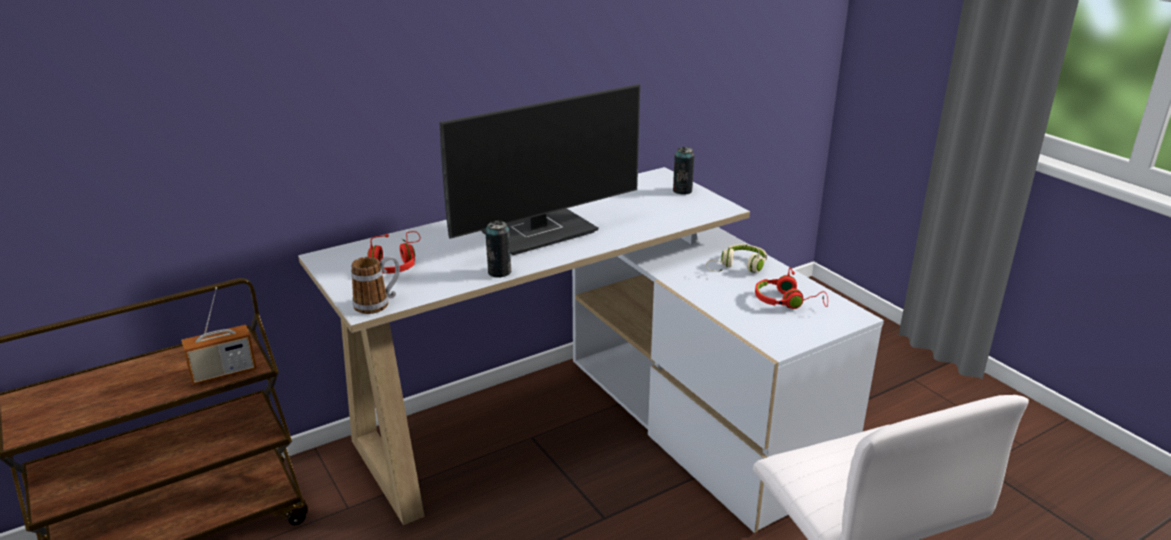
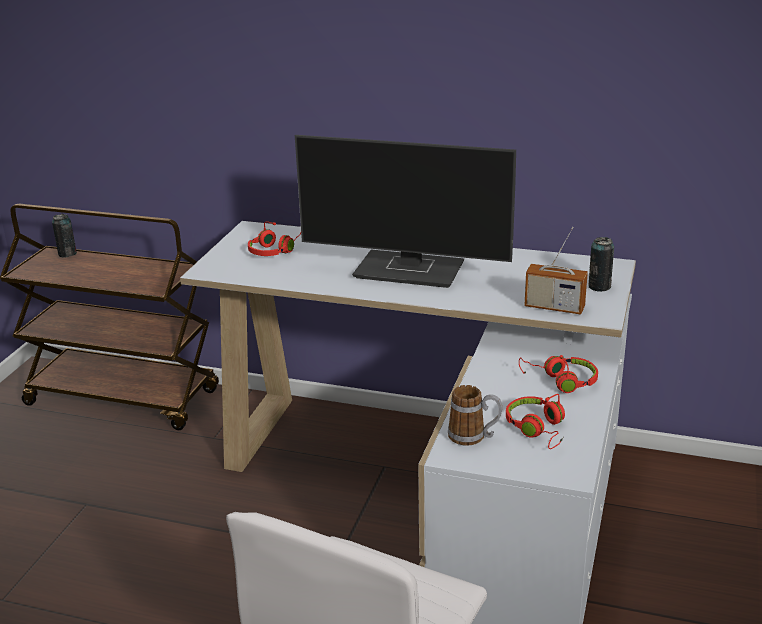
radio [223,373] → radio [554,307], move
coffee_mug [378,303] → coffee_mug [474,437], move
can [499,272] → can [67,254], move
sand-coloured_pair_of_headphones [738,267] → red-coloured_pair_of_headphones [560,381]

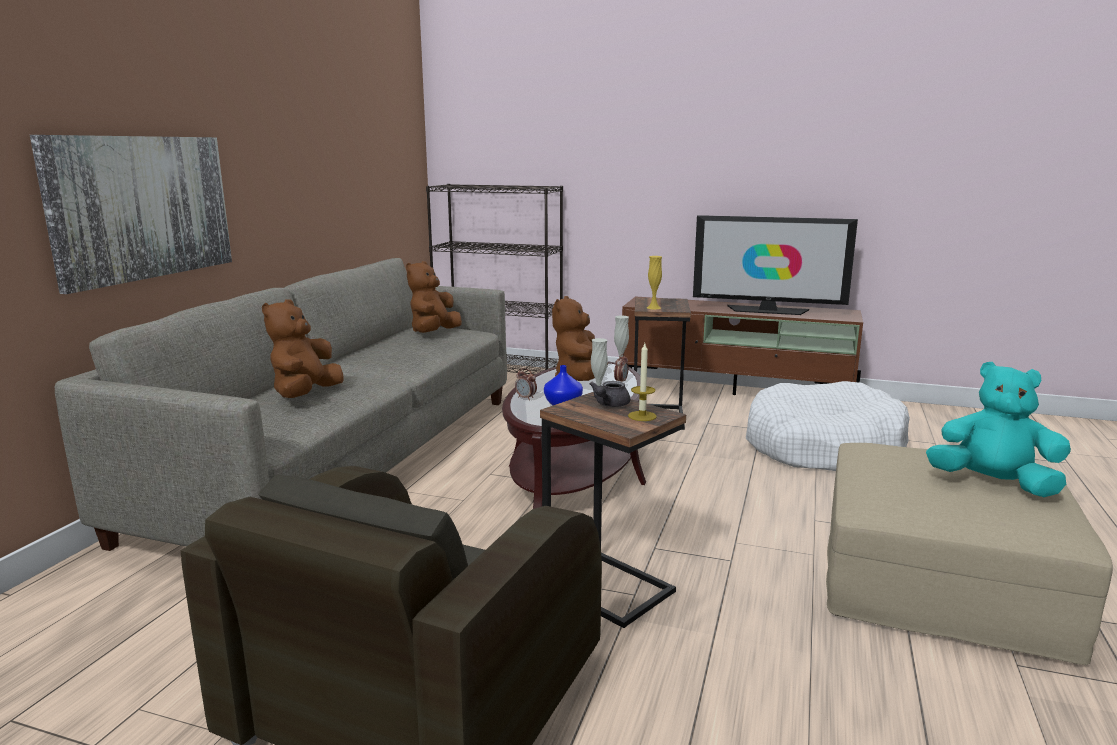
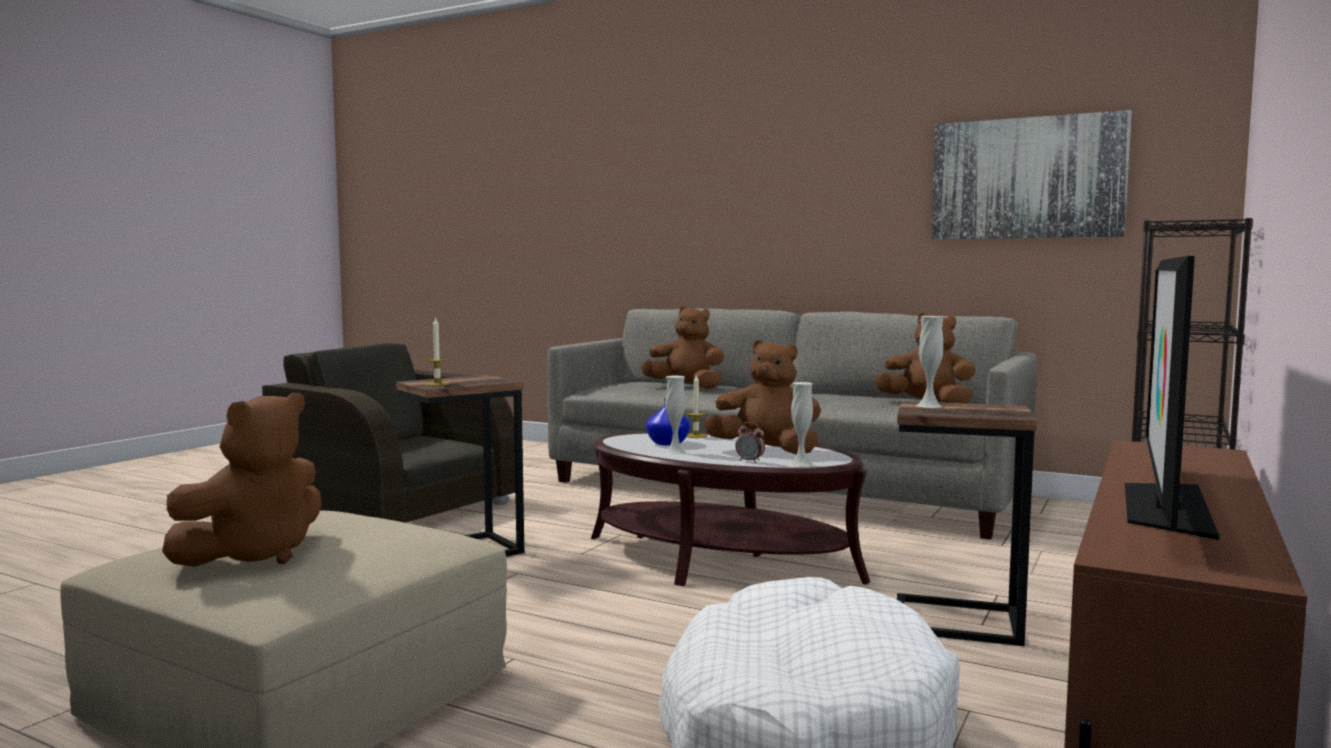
greyish_pot_for_tea [609,405] → -
wall_picture [142,207] → wall_picture [1026,178], move
alarm_clock [526,398] → wax_light [696,436]
yellow_vase [653,307] → whitish_vase [929,405]
blue-green_cuddly_toy [992,484] → brownish_cuddly_toy [255,555]

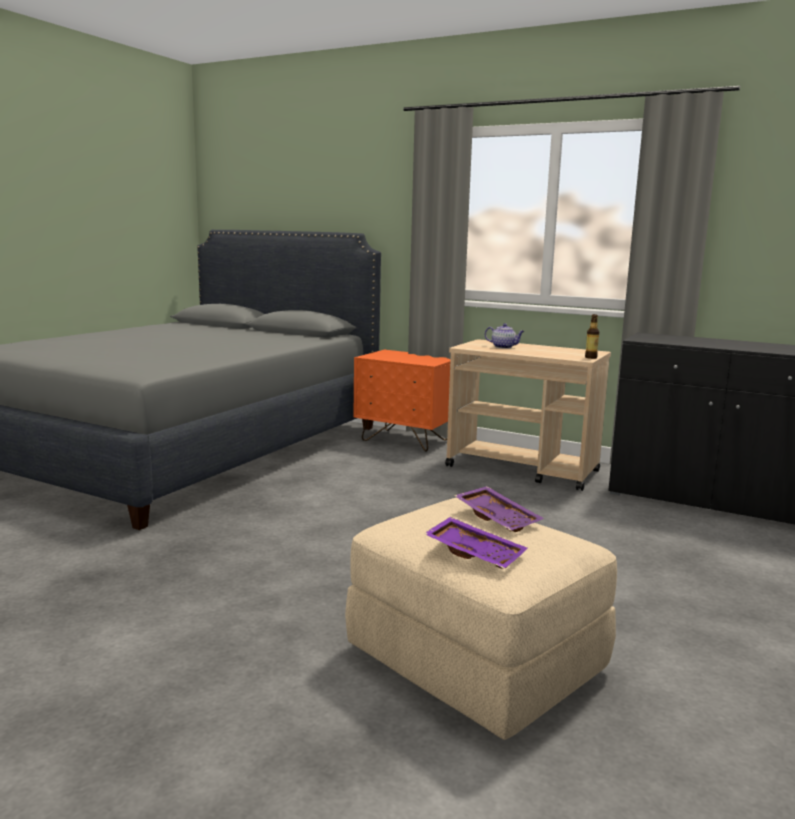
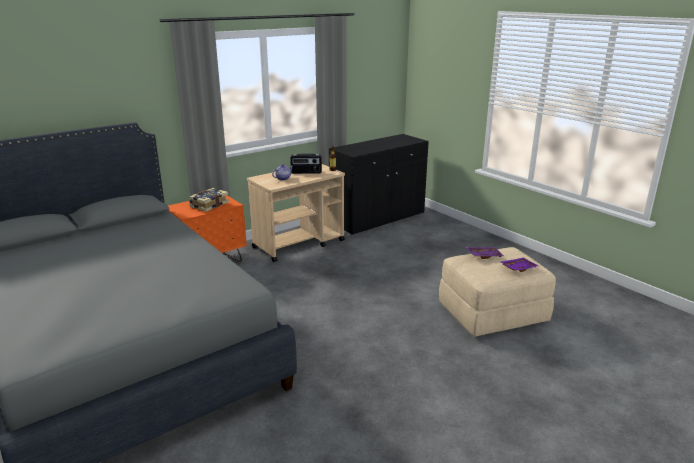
- → bound_book [209,205]
- → radio [306,172]

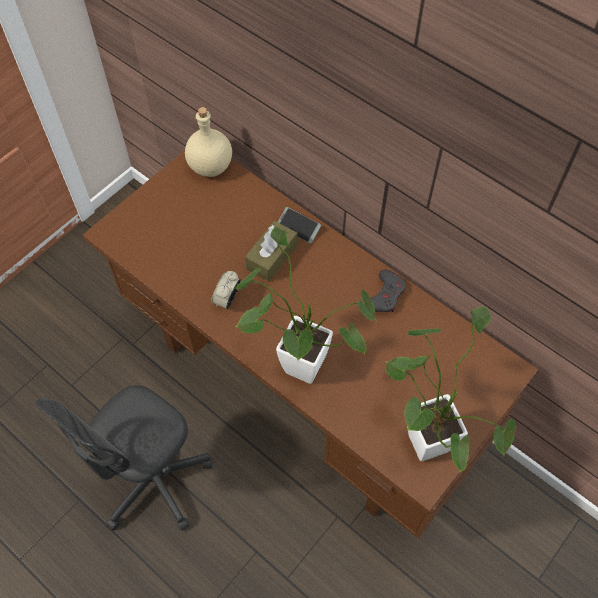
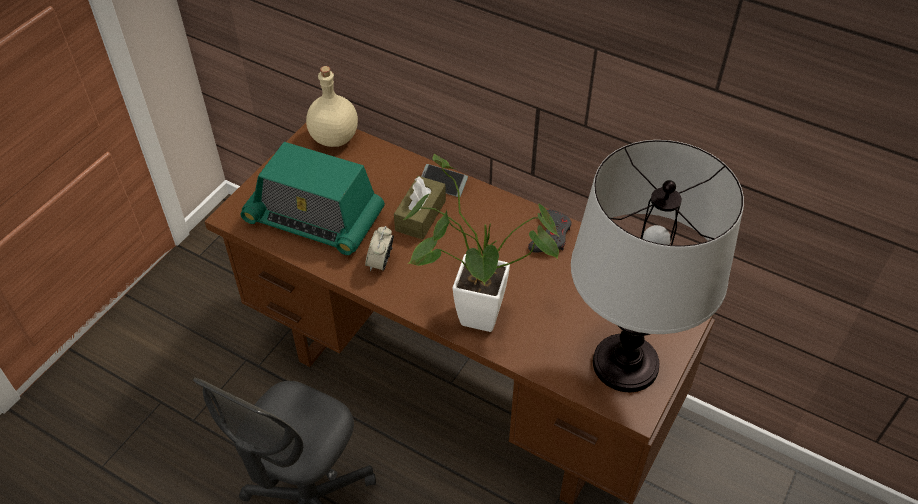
- → radio [315,218]
potted_plant [424,434] → lamp_for_a_table [625,363]

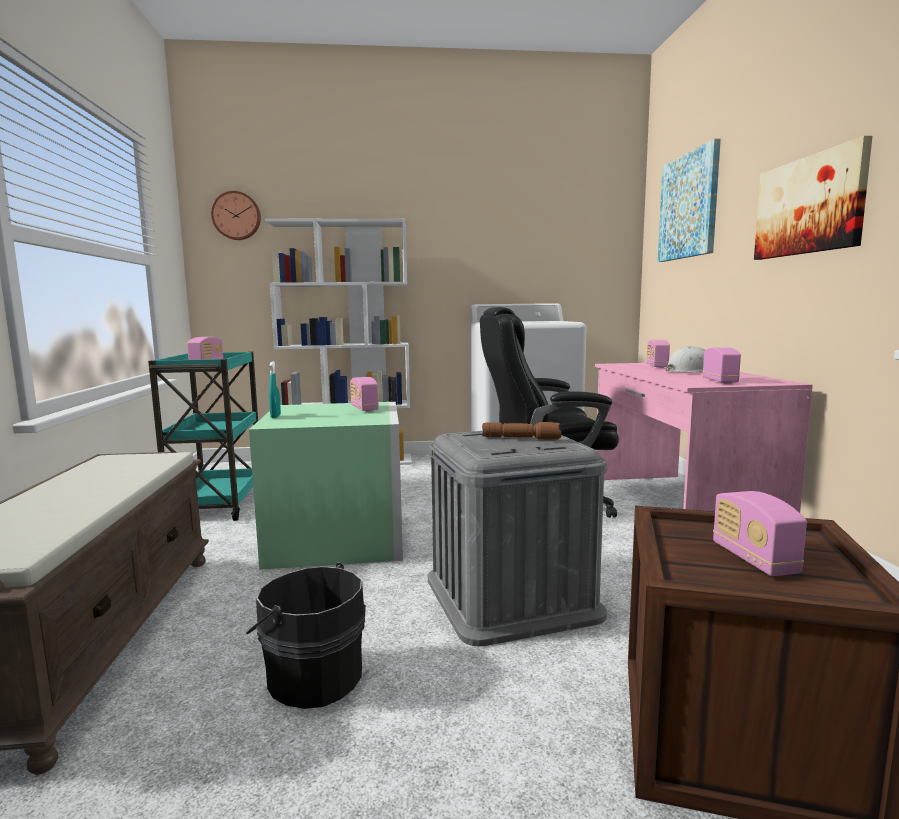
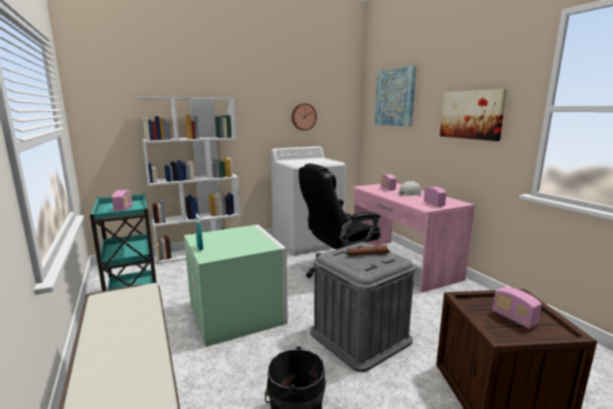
radio [364,408] → -
wall_clock [236,216] → wall_clock [303,117], move

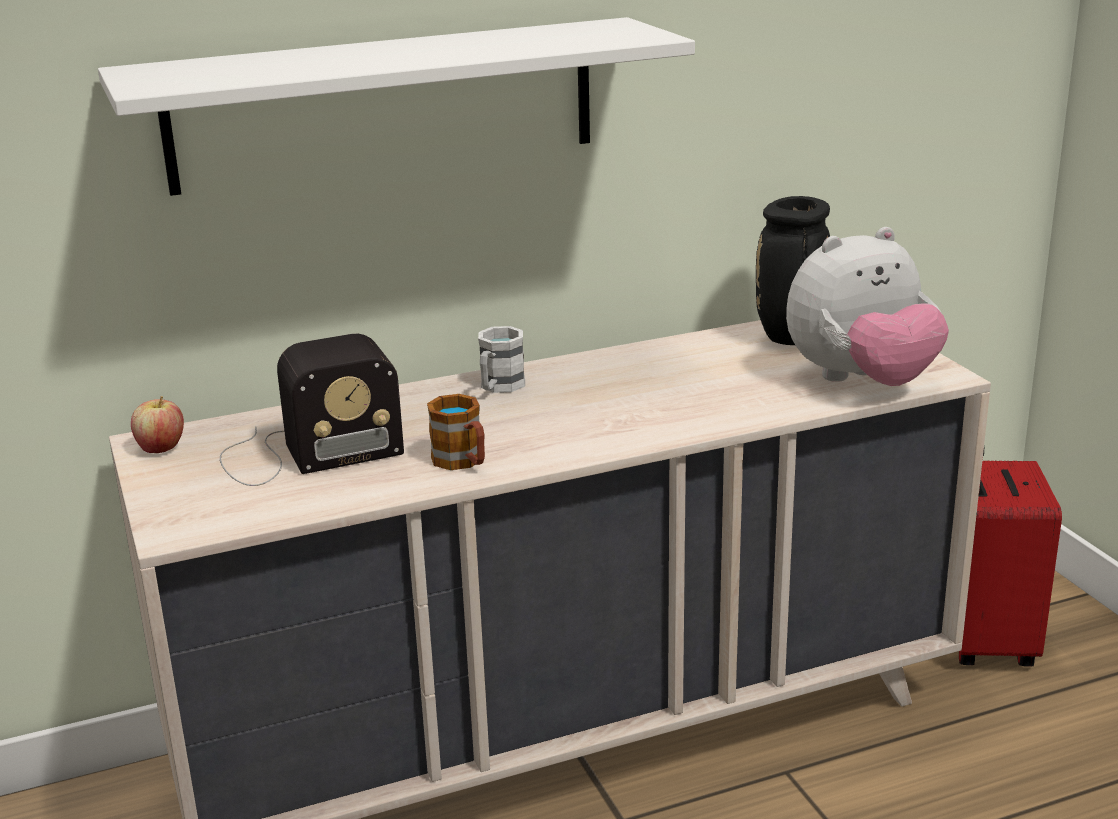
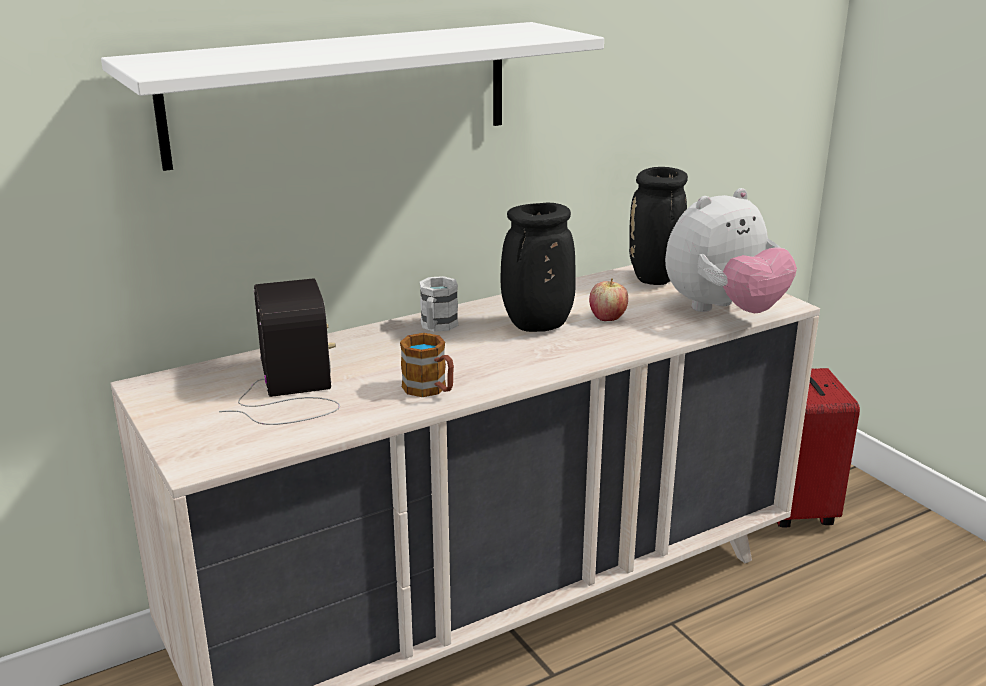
- → black-coloured_vase [536,326]
apple_fruit [161,448] → apple_fruit [607,318], move
radio [304,454] → radio [291,389], 75 degrees counterclockwise

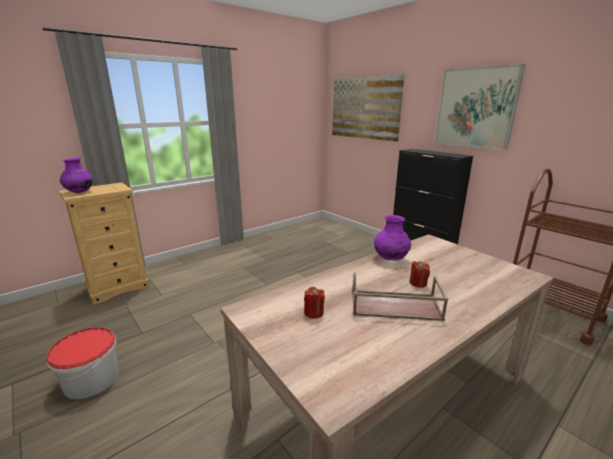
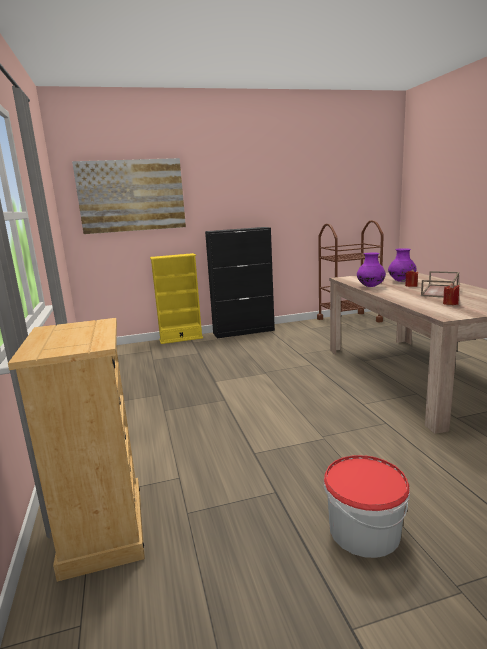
wall_picture [475,108] → -
- → yellow_bookshelf [181,339]
purplish_vase [79,192] → purplish_vase [401,281], move

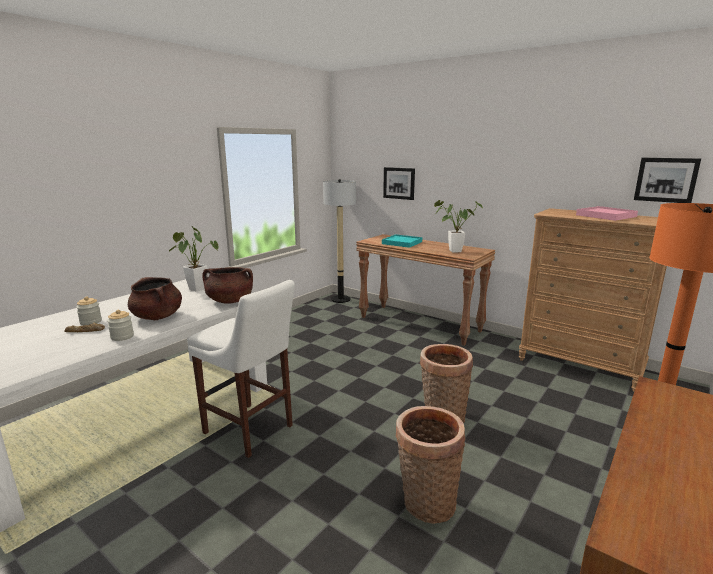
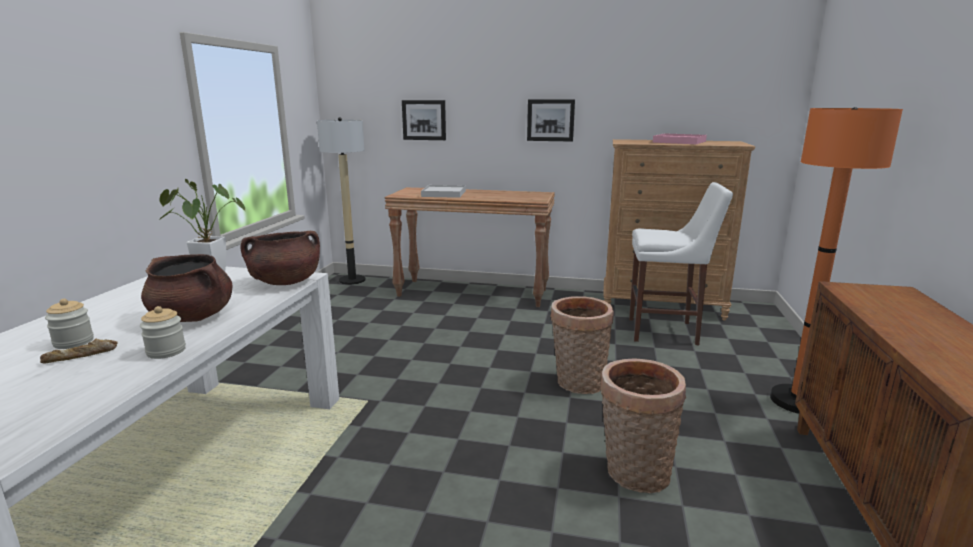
potted_plant [452,251] → -
whitish_sitting_stool [251,431] → whitish_sitting_stool [666,332], move
wall_picture [666,180] → wall_picture [550,120], move
blue-green_serving_tray [402,243] → whitish_serving_tray [444,194]

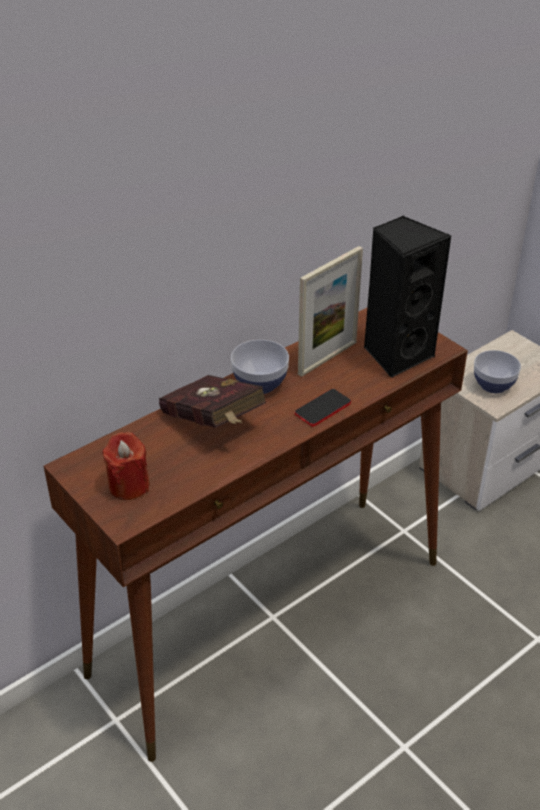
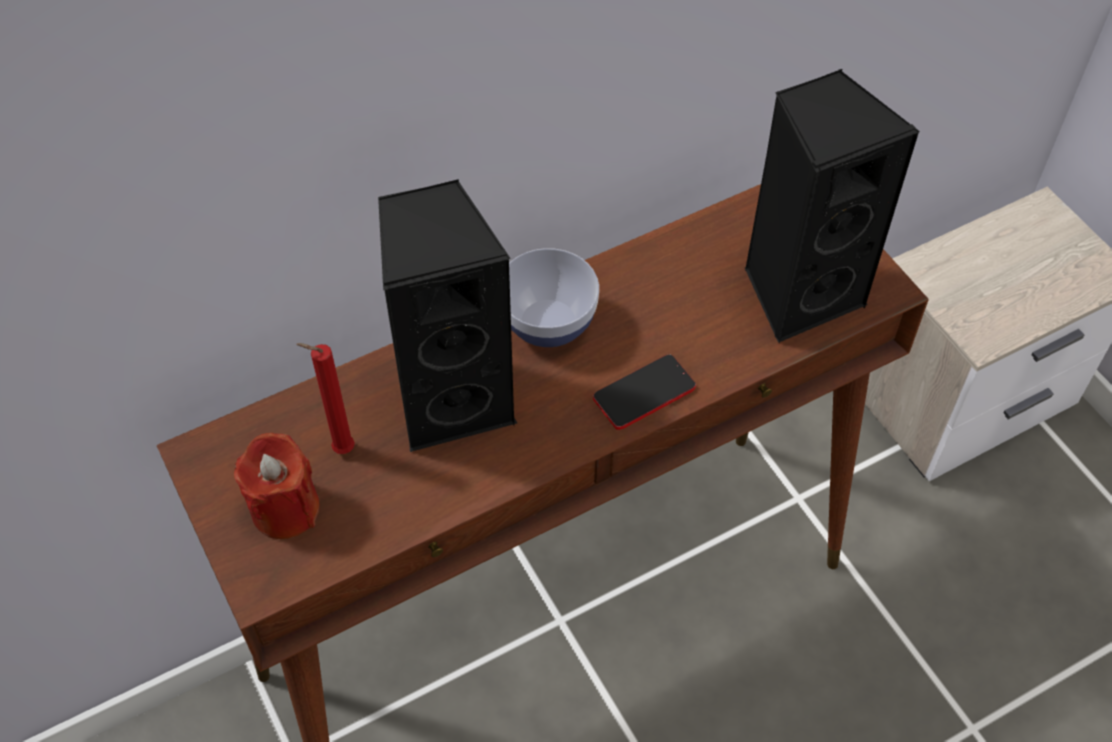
photo_frame [327,358] → -
bowl [493,385] → -
- → red-coloured_wax_light [340,450]
red-coloured_bound_book [214,424] → black-coloured_loudspeaker [453,399]

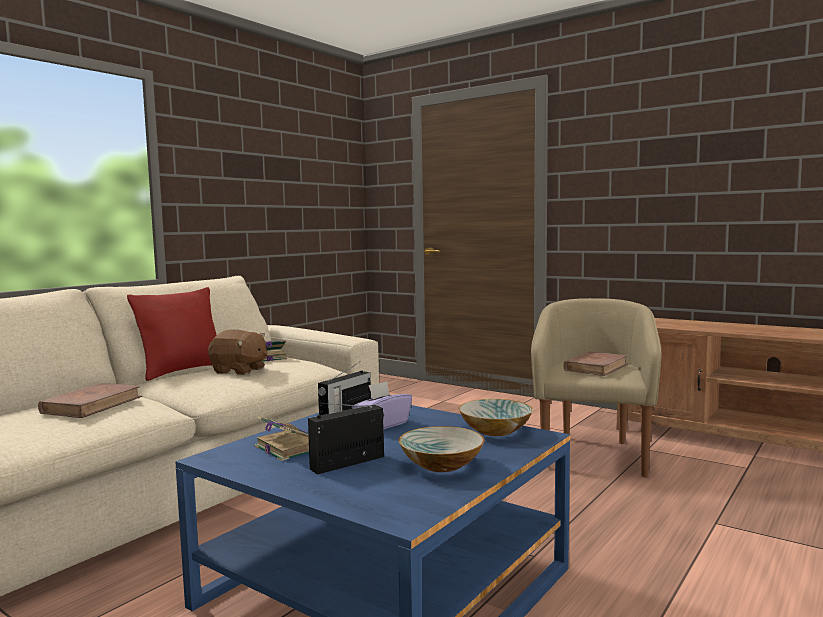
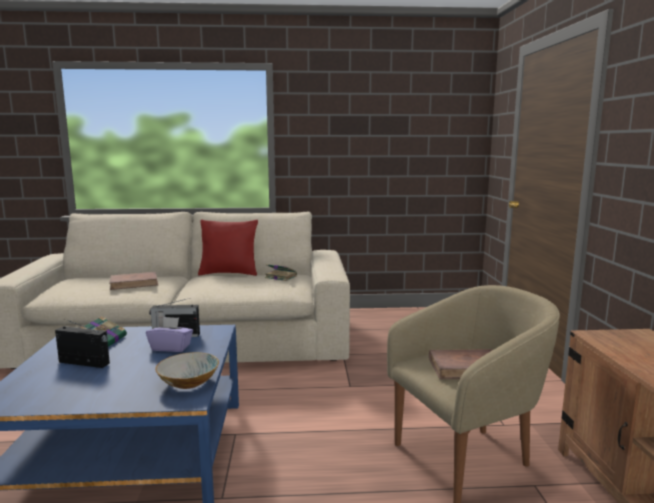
brownish_cuddly_toy [239,371] → -
bowl [441,464] → -

